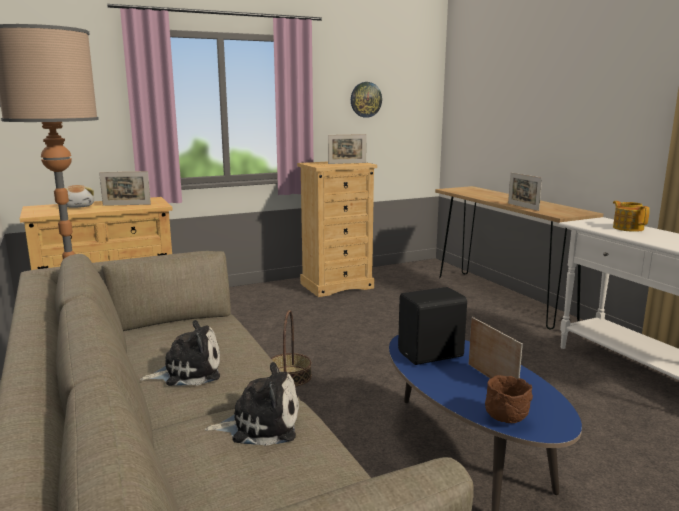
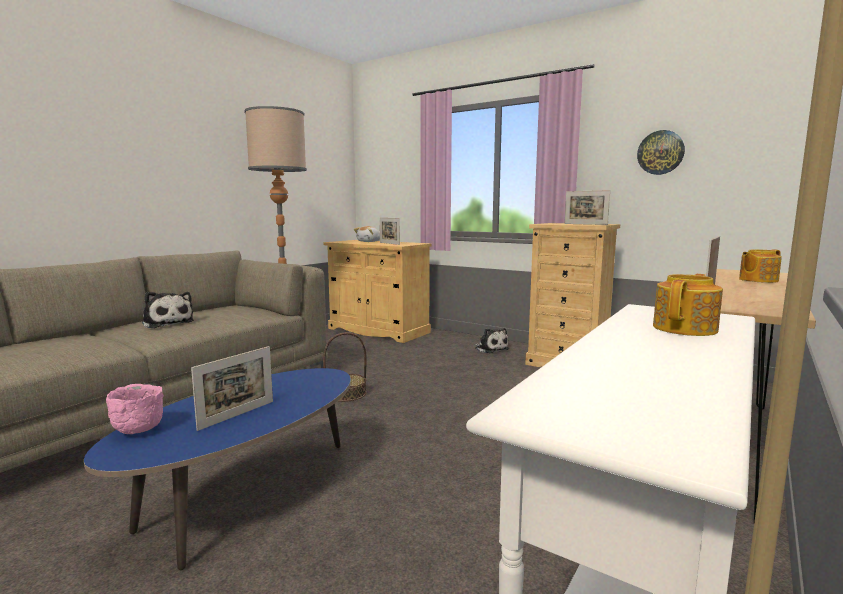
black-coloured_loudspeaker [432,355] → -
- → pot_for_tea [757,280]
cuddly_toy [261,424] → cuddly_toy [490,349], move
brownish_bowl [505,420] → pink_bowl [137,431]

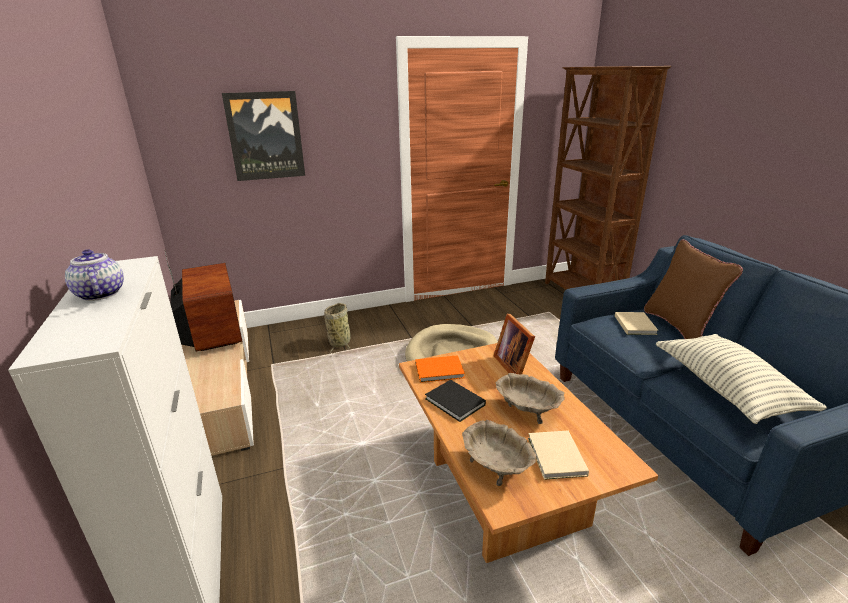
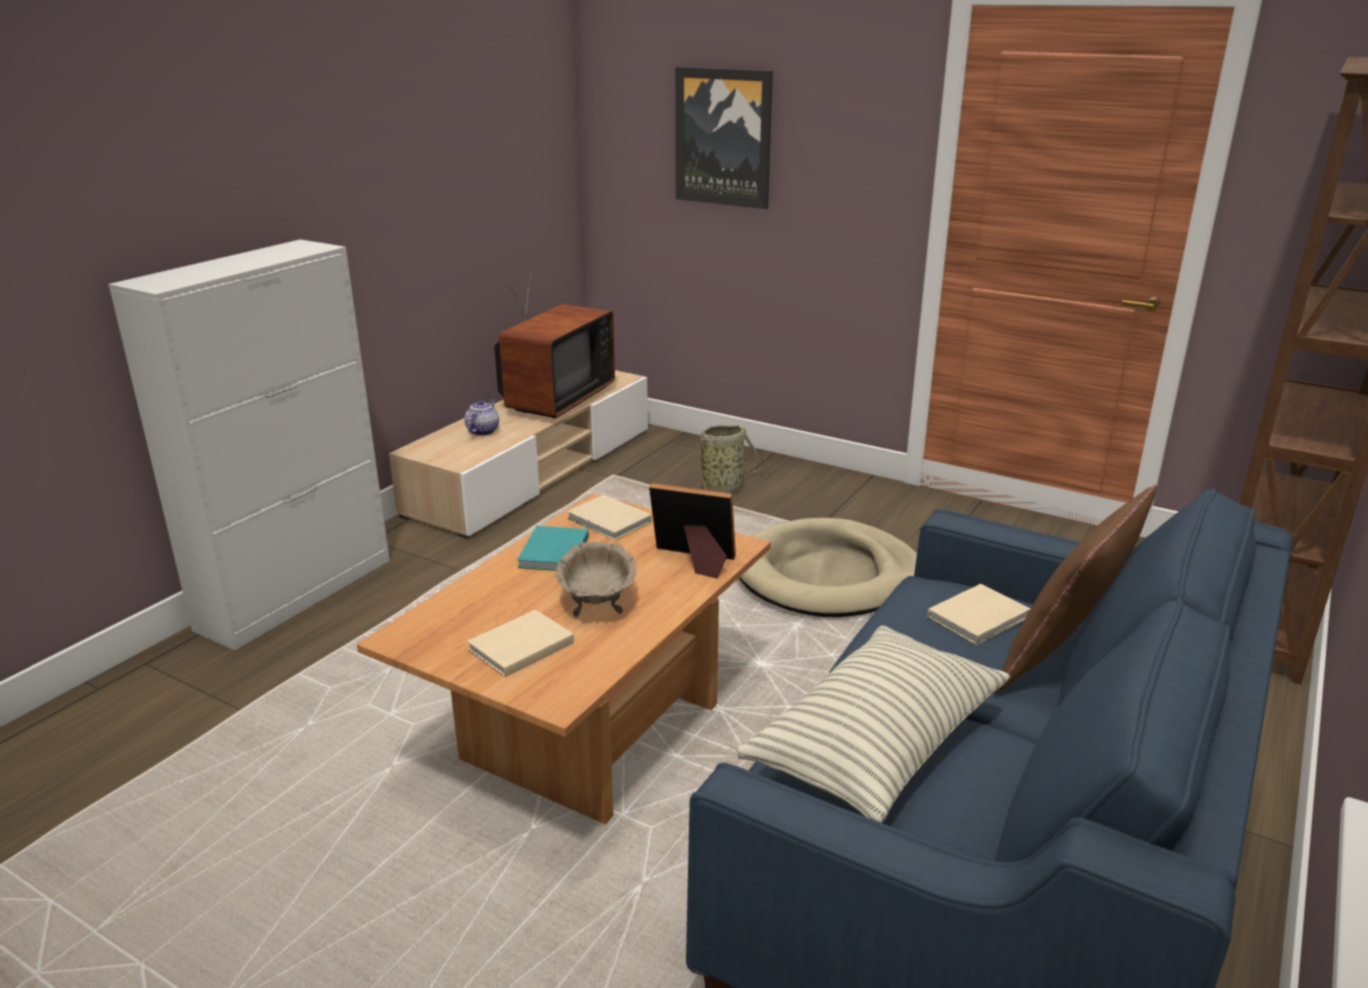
sand-coloured_bowl [497,466] → -
pot_for_tea [99,294] → pot_for_tea [483,431], move
orange-coloured_bound_book [441,371] → sand-coloured_bound_book [609,521]
black-coloured_bound_book [455,403] → blue-green_bound_book [552,553]
photo_frame [514,365] → photo_frame [694,561], 75 degrees clockwise

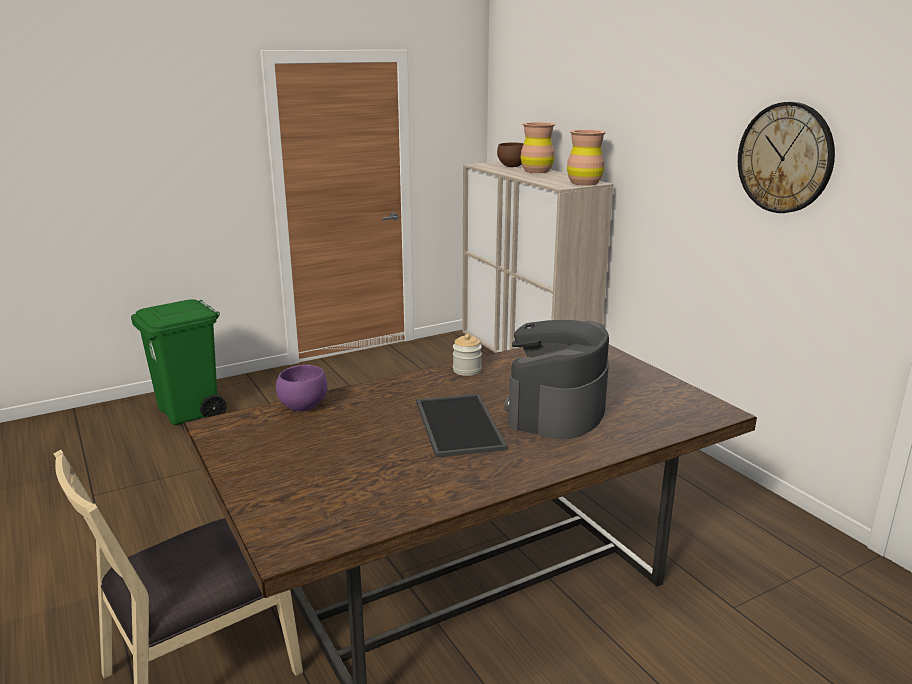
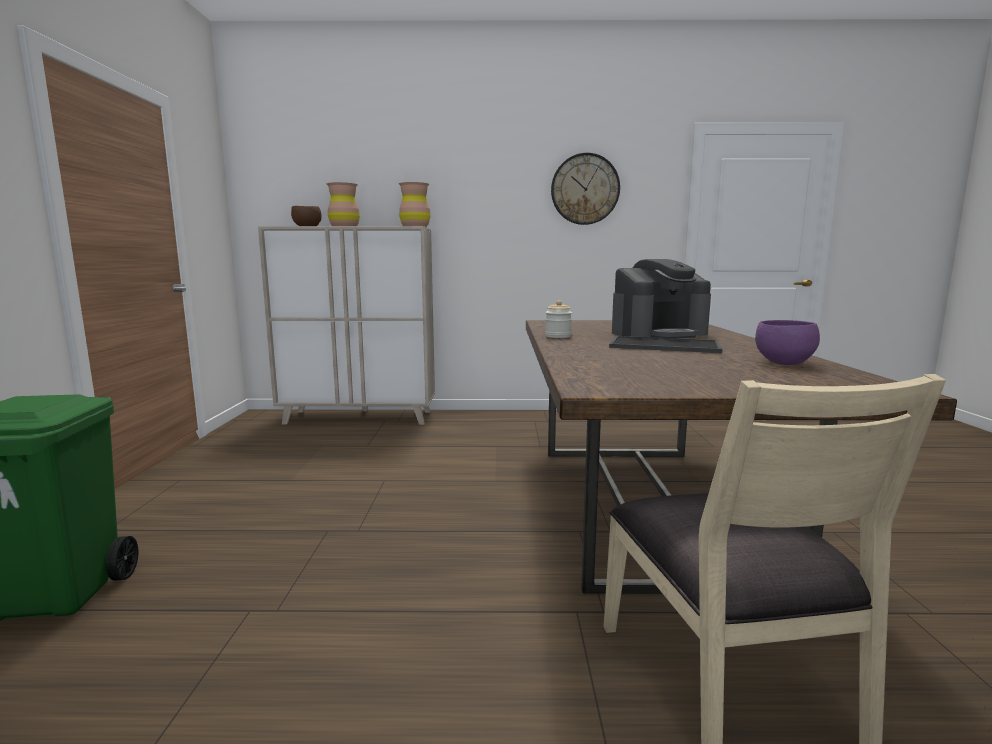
purplish_bowl [302,406] → purplish_bowl [784,363], move
coffee_maker [556,411] → coffee_maker [658,333], 75 degrees counterclockwise

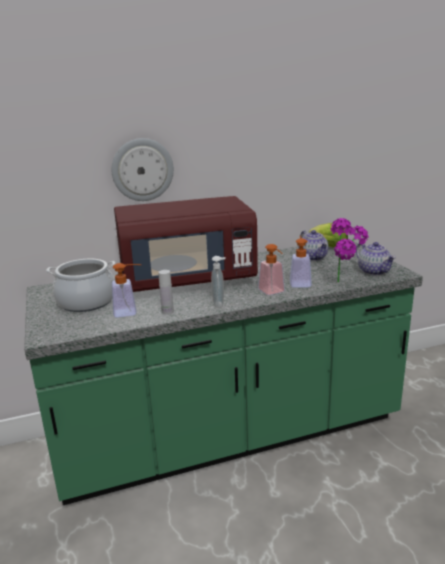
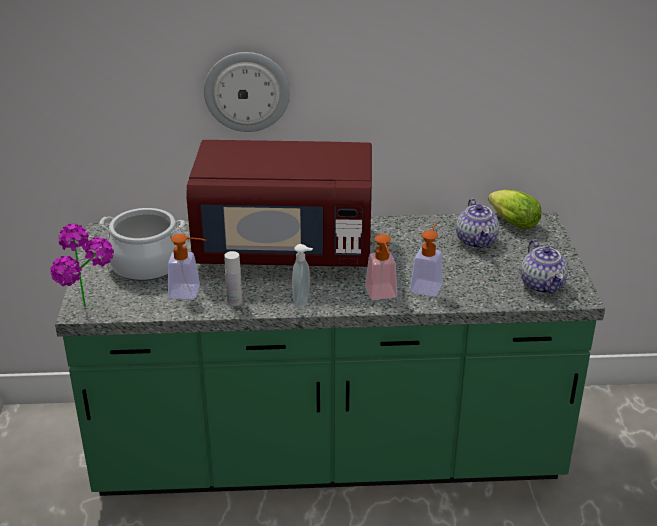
potted_plant [346,283] → potted_plant [90,311], move

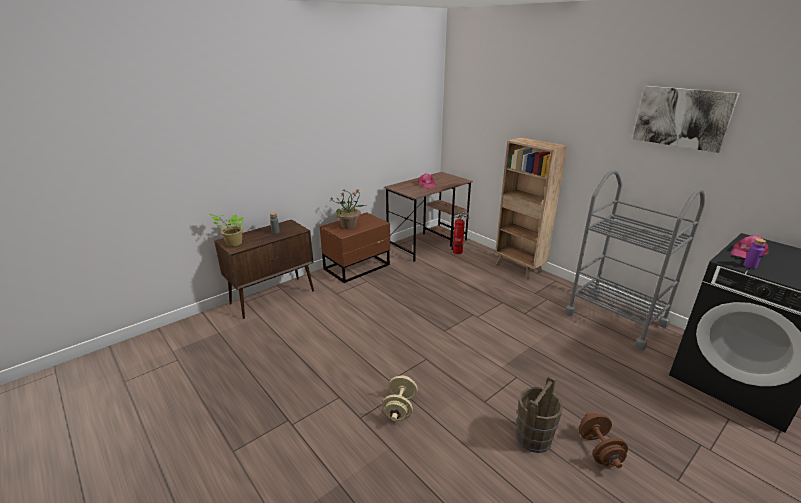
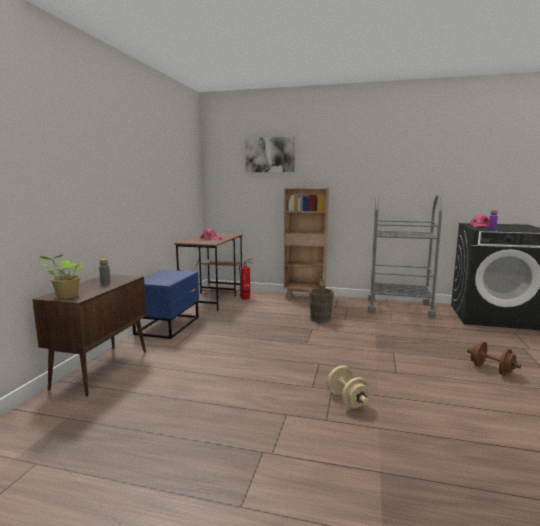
potted_plant [349,226] → -
brownish_bucket [533,438] → brownish_bucket [320,319], move
wall_picture [682,117] → wall_picture [270,155], move
brownish_nightstand [358,267] → blue_nightstand [169,325]

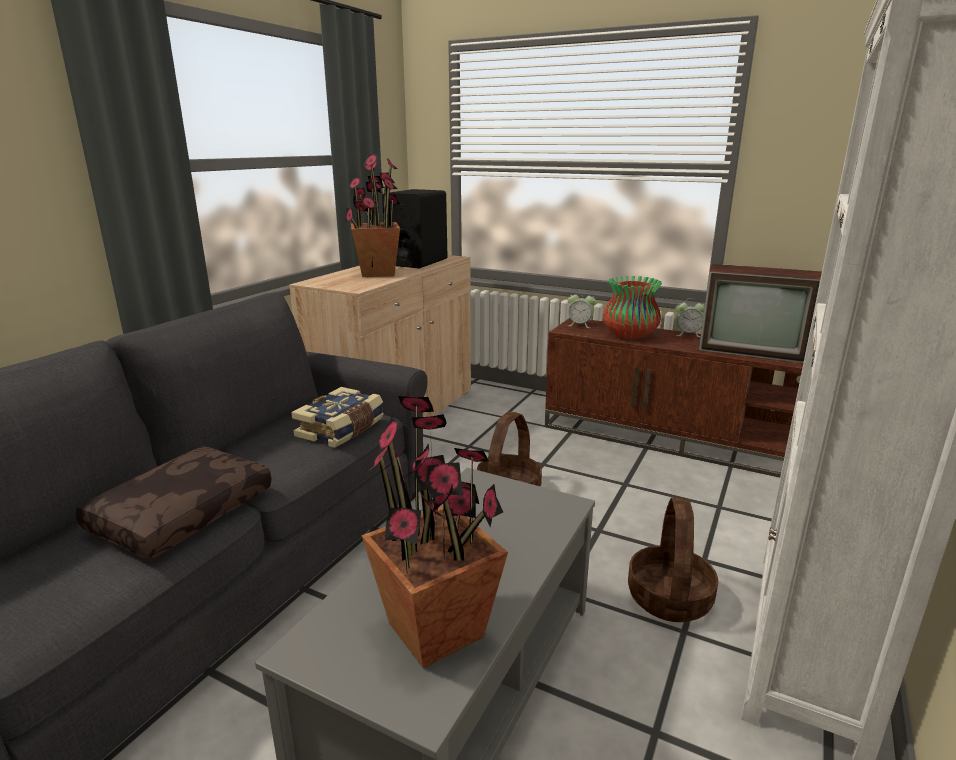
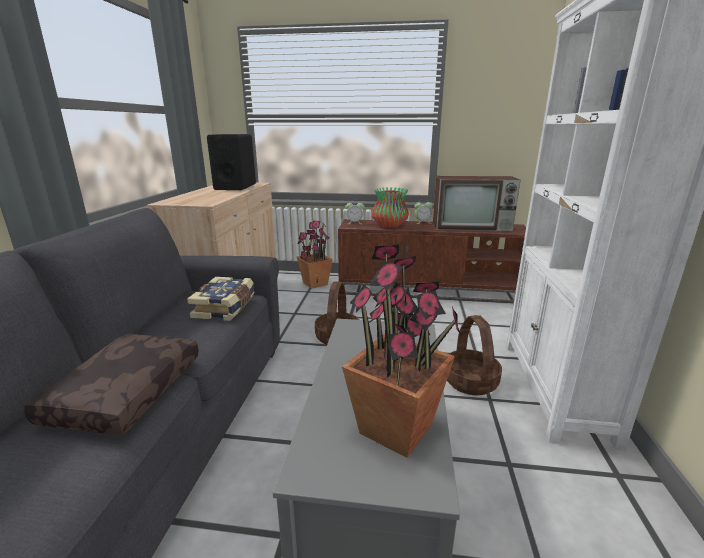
potted_plant [377,273] → potted_plant [315,283], move

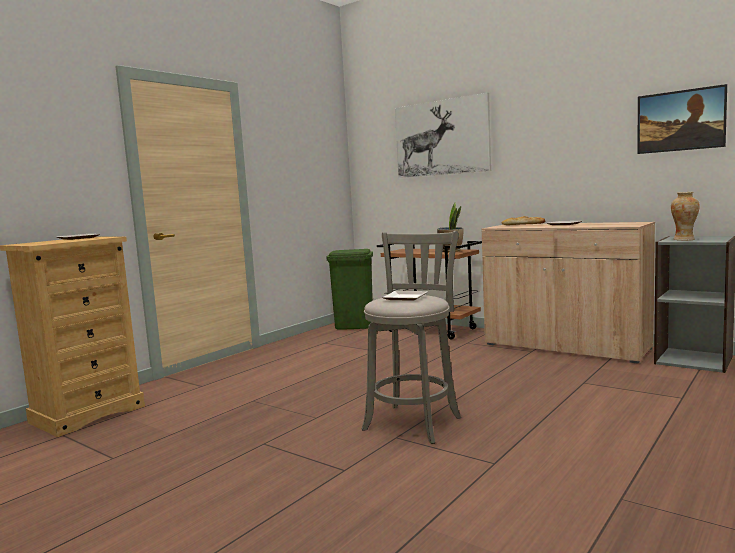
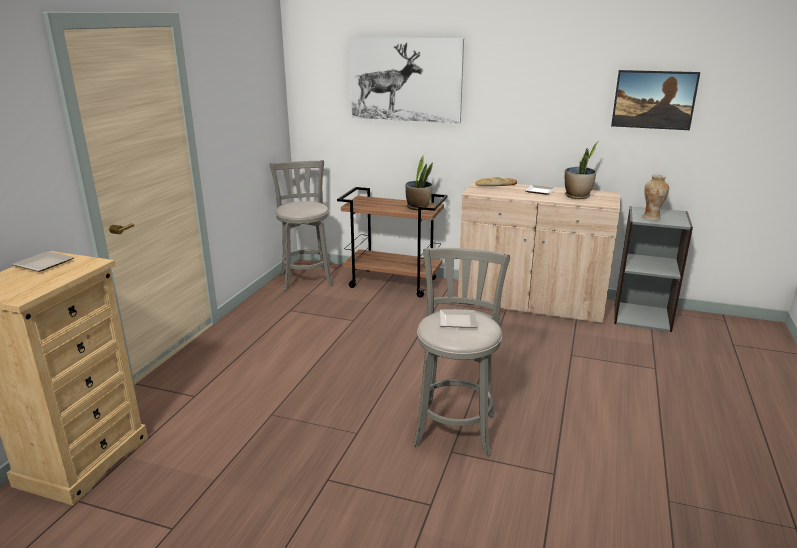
- → potted_plant [577,196]
green-coloured_waste_bin [355,325] → greyish_sitting_stool [306,278]

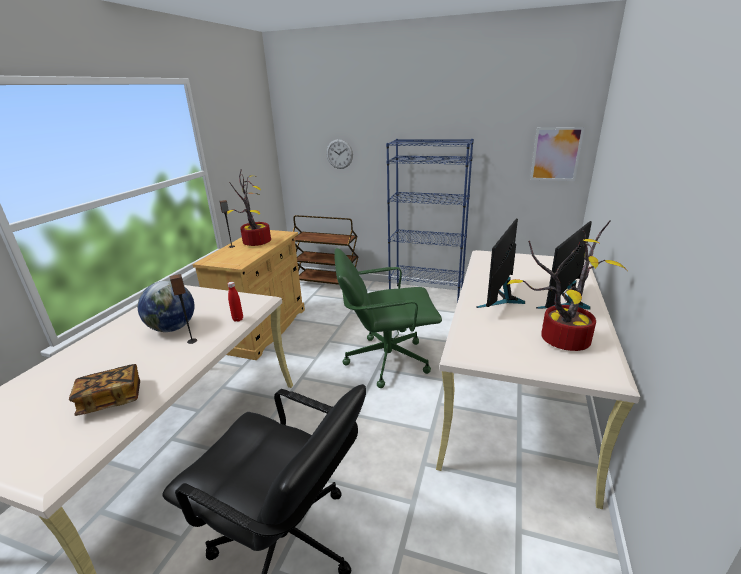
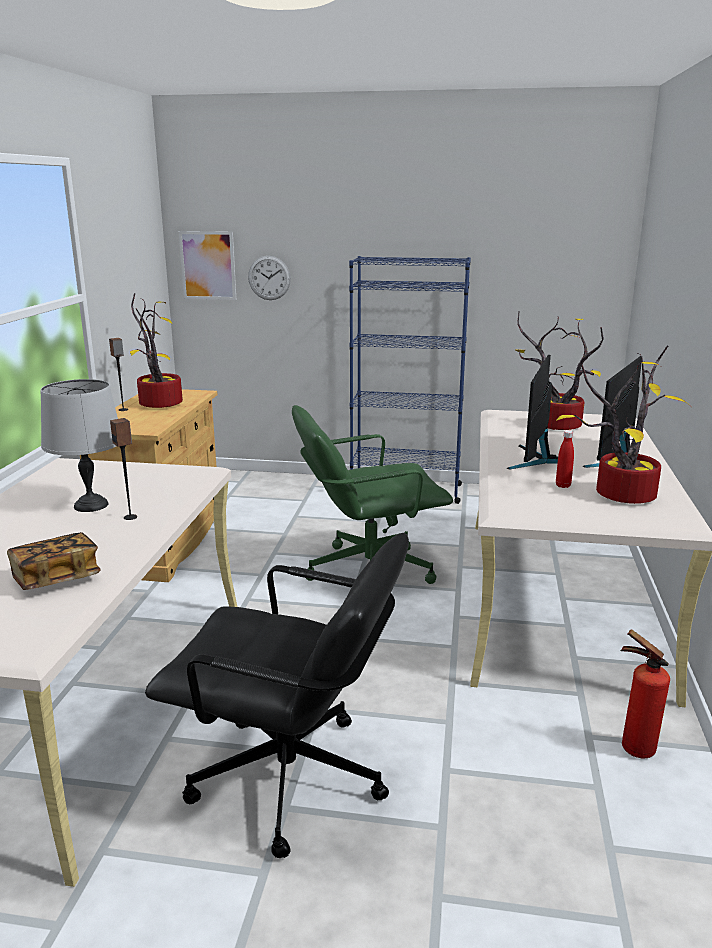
brownish_wheeled_cart [327,284] → -
- → potted_plant [553,425]
- → fire_extinguisher [632,747]
red-coloured_drink_bottle [238,319] → red-coloured_drink_bottle [563,485], move
wall_picture [556,154] → wall_picture [208,265], move
world_globe [172,328] → greyish_lamp_for_a_table [90,505]

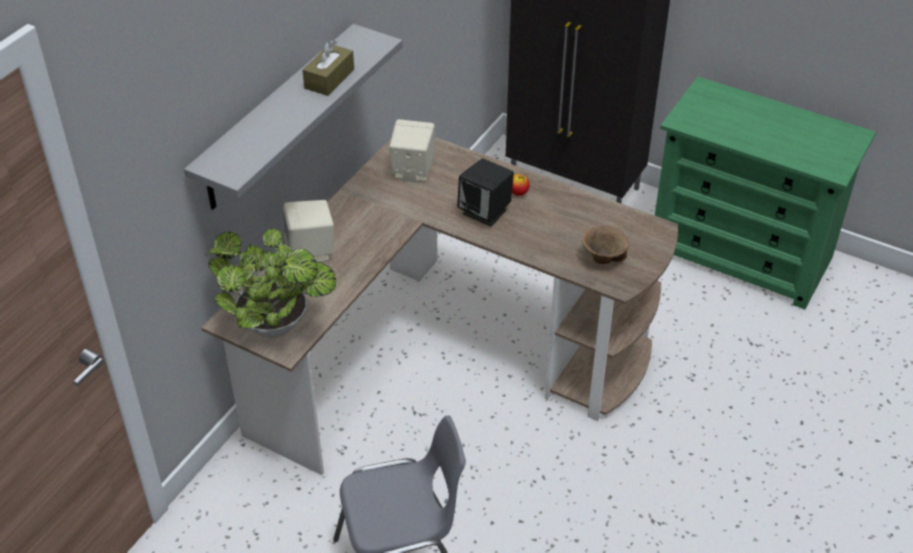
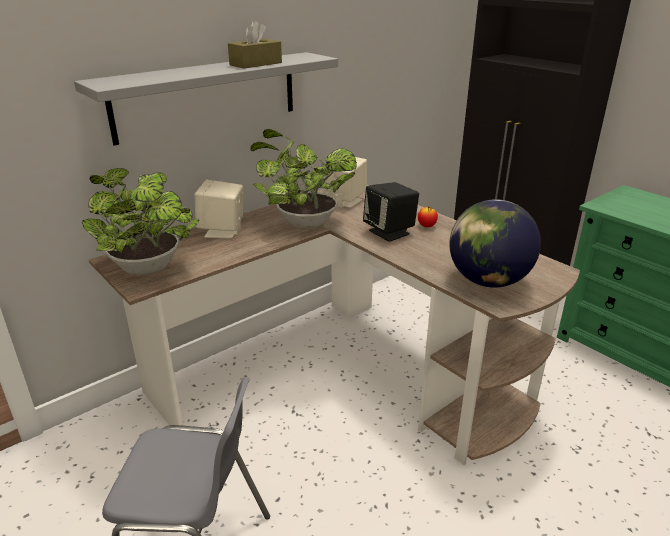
- → potted_plant [303,224]
brownish_bowl [602,259] → world_globe [487,281]

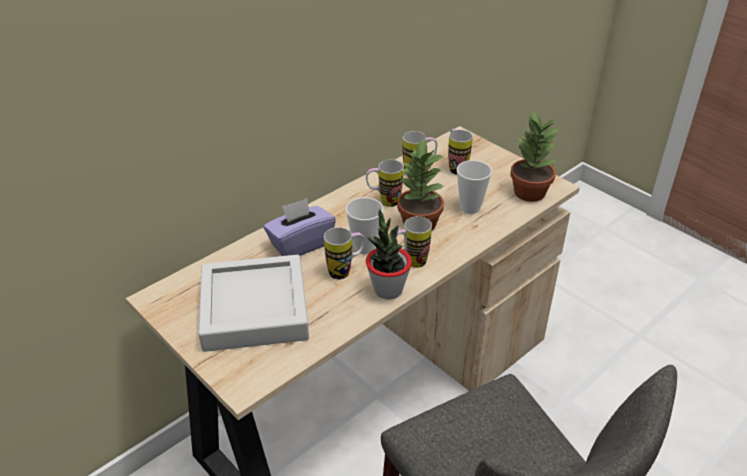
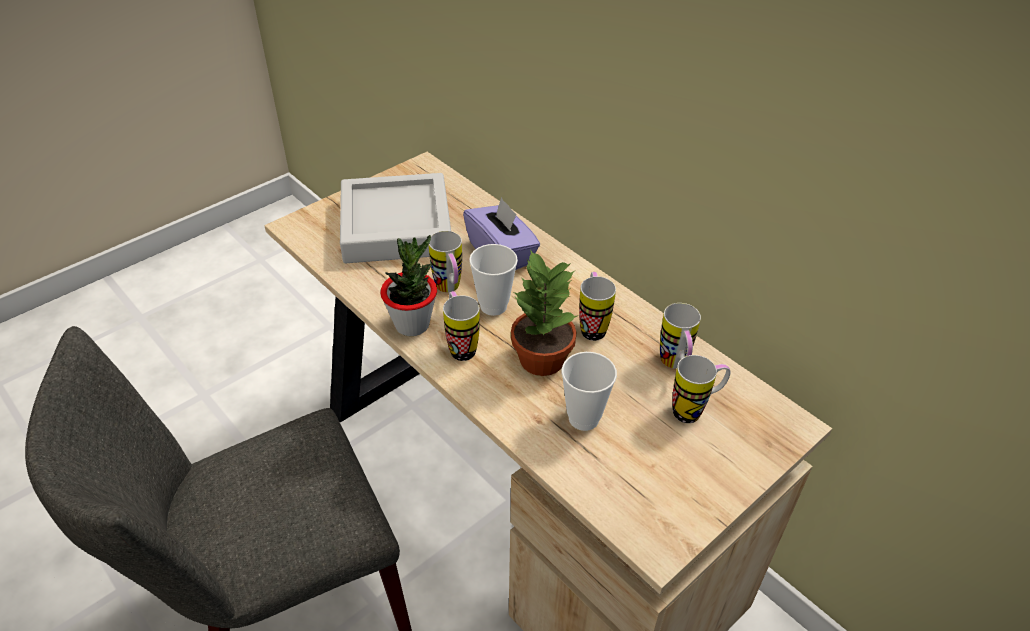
potted_plant [528,192] → -

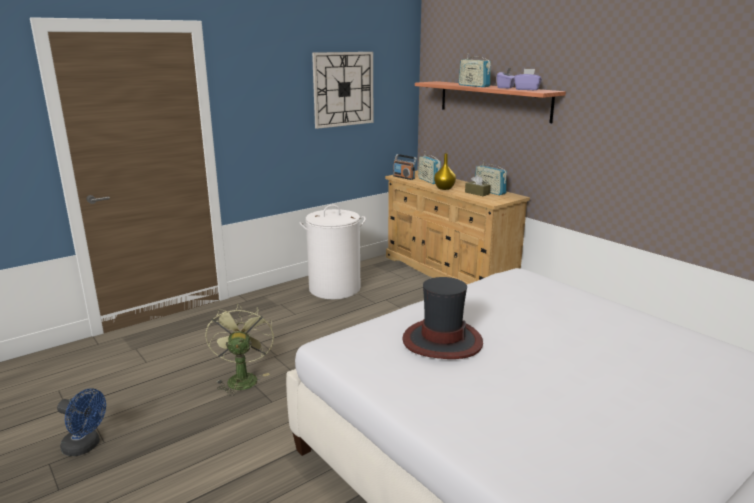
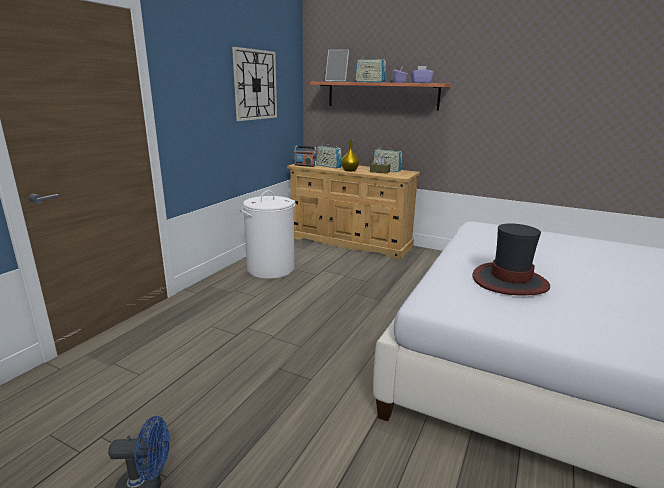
green-coloured_cooling_fan [242,378] → -
- → photo_frame [337,81]

